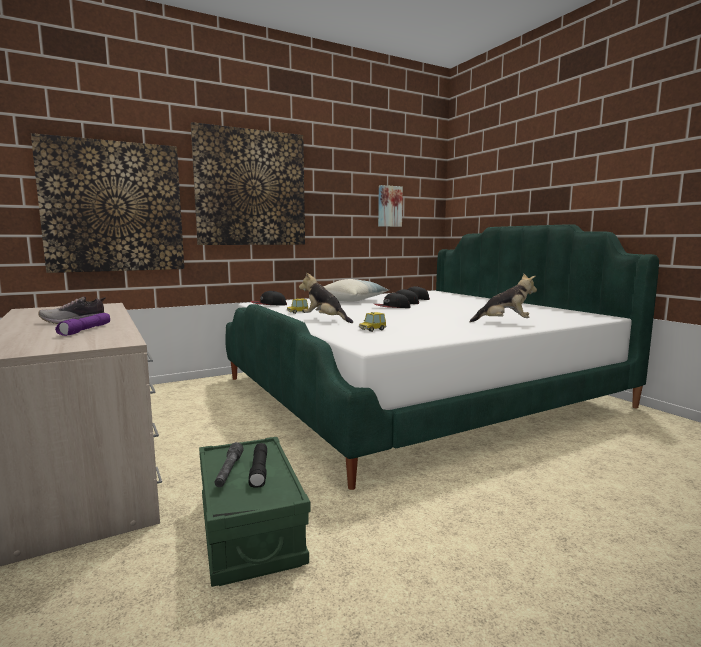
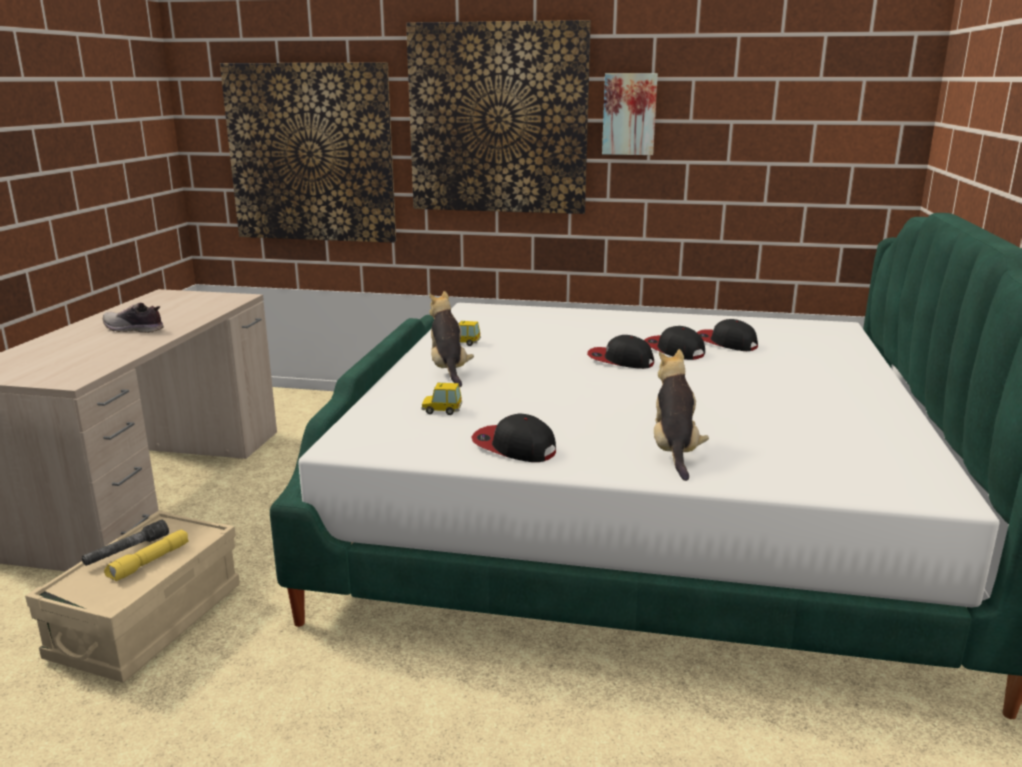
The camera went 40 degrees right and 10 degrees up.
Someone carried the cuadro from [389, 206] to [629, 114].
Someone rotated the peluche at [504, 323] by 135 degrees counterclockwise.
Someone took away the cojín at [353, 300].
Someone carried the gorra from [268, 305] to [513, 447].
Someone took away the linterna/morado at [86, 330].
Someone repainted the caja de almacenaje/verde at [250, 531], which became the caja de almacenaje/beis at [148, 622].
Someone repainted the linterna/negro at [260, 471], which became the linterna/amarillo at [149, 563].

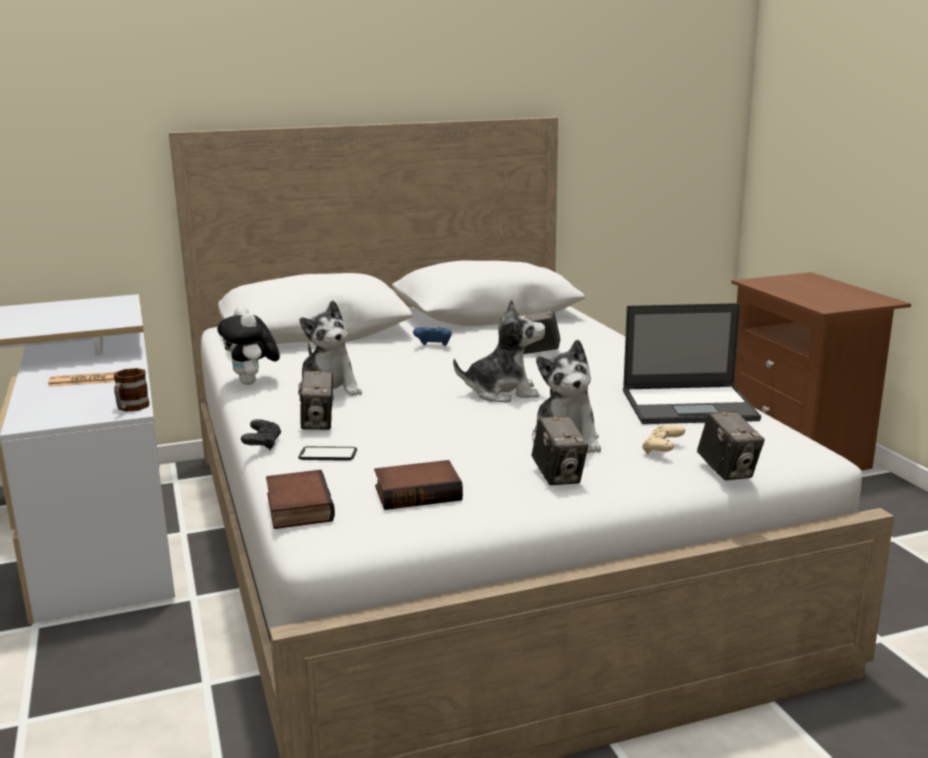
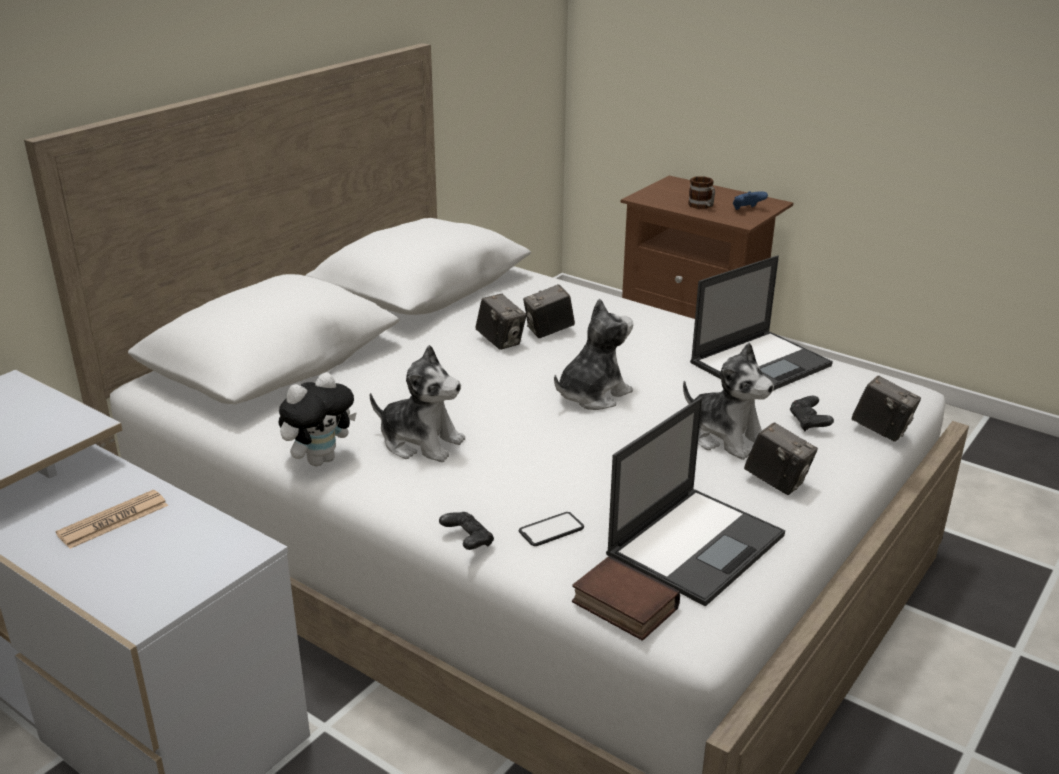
The camera went 35 degrees left and 10 degrees up.
Someone rotated the peluche at [252, 383] by 75 degrees counterclockwise.
Someone carried the mando de consola/azul from [433, 347] to [747, 210].
Someone carried the taza grande from [130, 408] to [702, 206].
Someone carried the cámara from [318, 423] to [500, 341].
Someone repainted the mando de consola/beis at [662, 450], which became the mando de consola/negro at [809, 423].
Someone swapped the libro at [418, 492] for the portátil at [696, 544].

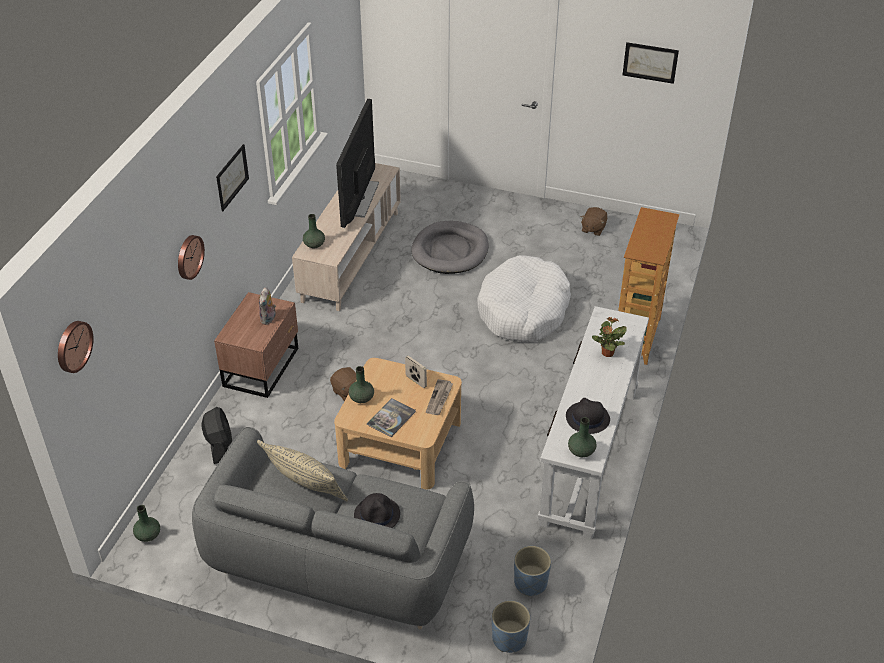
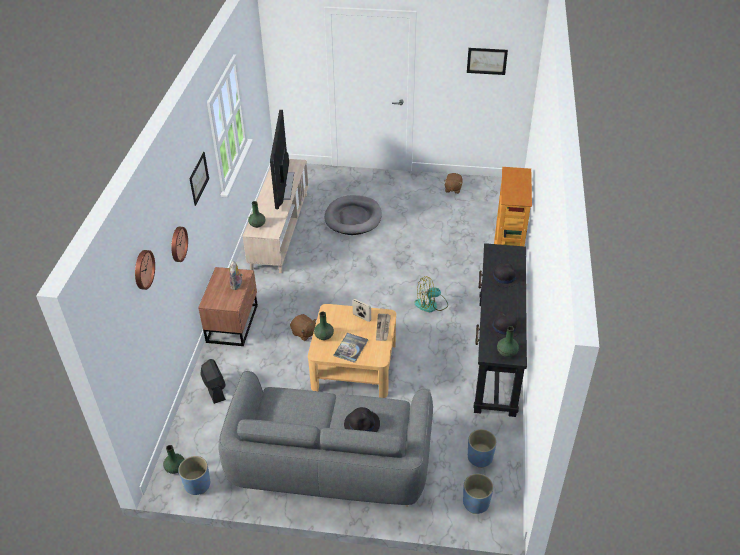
The camera went 10 degrees left and 0 degrees up.
Someone took away the cama para perro/blanco at [523, 311].
Someone repainted the mesa consola/blanco at [589, 456], which became the mesa consola/negro at [496, 355].
Someone swapped the planta en maceta at [607, 353] for the sombrero/negro at [504, 277].
Someone carried the reloj de pared from [73, 346] to [142, 269].
Someone took away the cojín/beis at [305, 486].
Someone put down the ventilador at [431, 304].
Someone put down the maceta/azul at [197, 484].

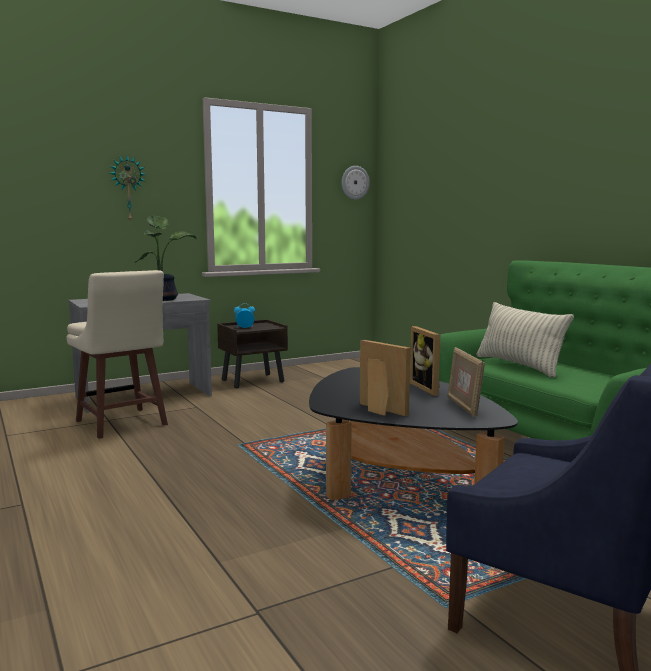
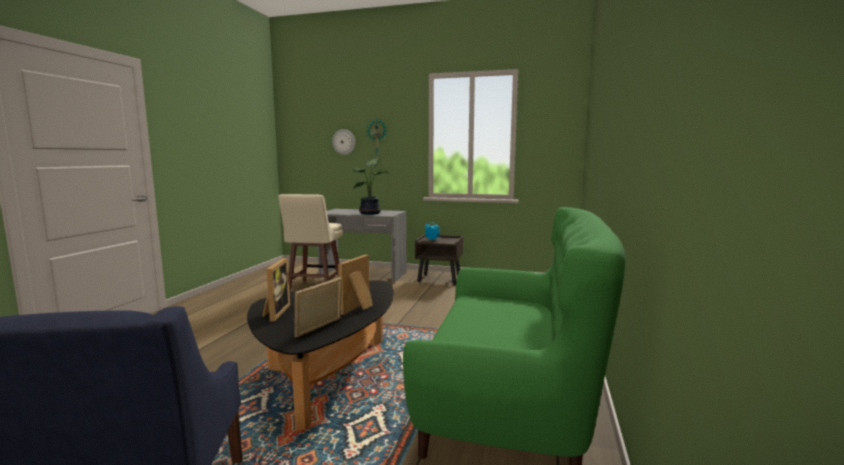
The camera went 45 degrees right and 0 degrees up.
Someone carried the reloj de pared from [355, 182] to [344, 142].
Someone took away the cojín at [519, 365].

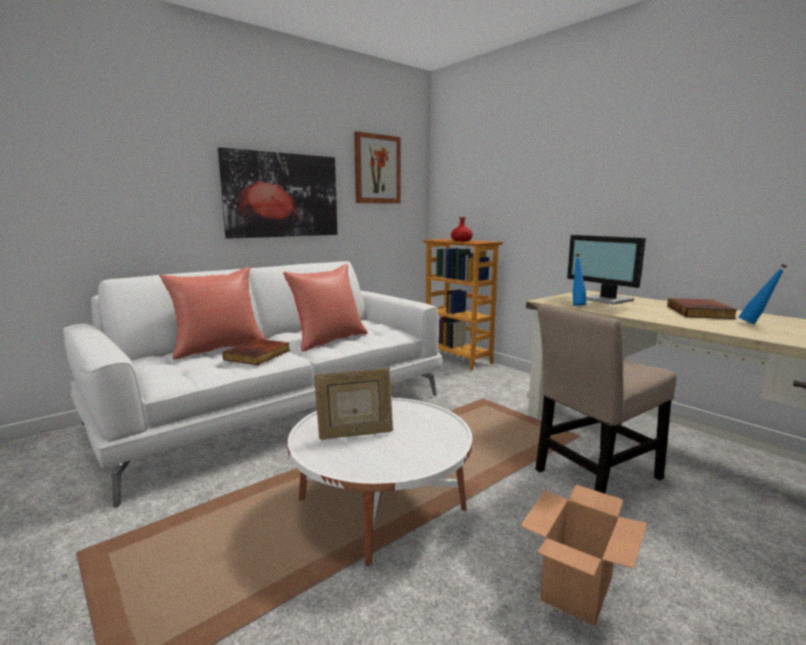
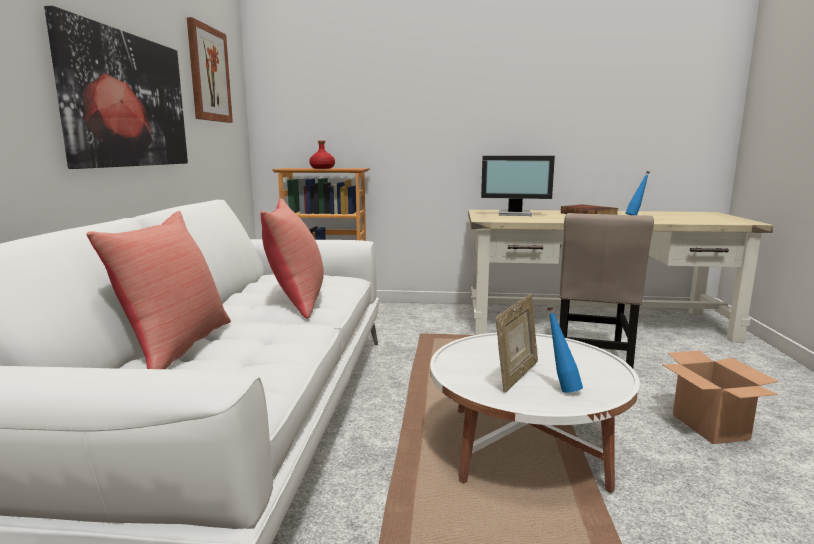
The camera went 45 degrees left and 0 degrees up.
Someone carried the botella/azul from [577, 305] to [561, 388].
Someone took away the libro at [258, 355].

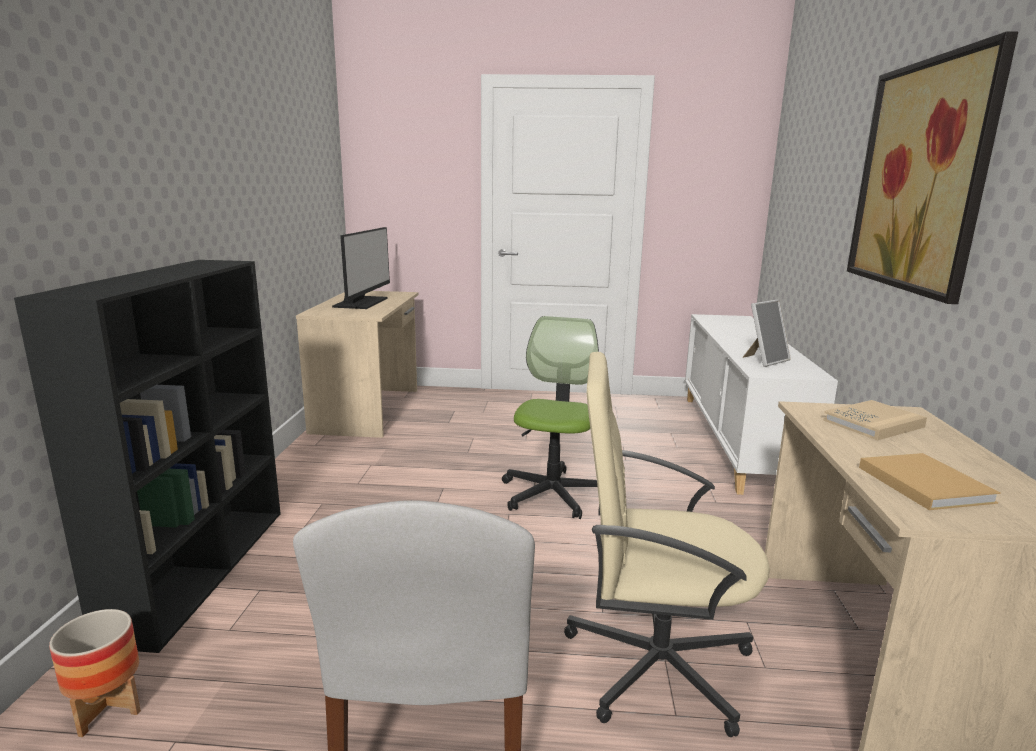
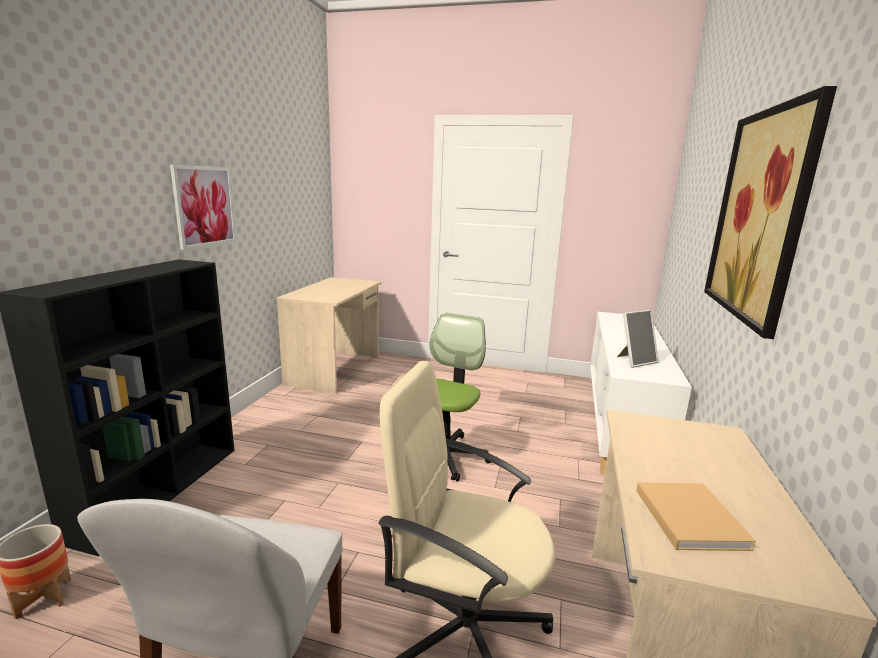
The camera went 10 degrees right and 0 degrees up.
Someone took away the monitor at [362, 302].
Someone took away the libro/beis at [873, 423].
Someone put up the cuadro at [204, 206].

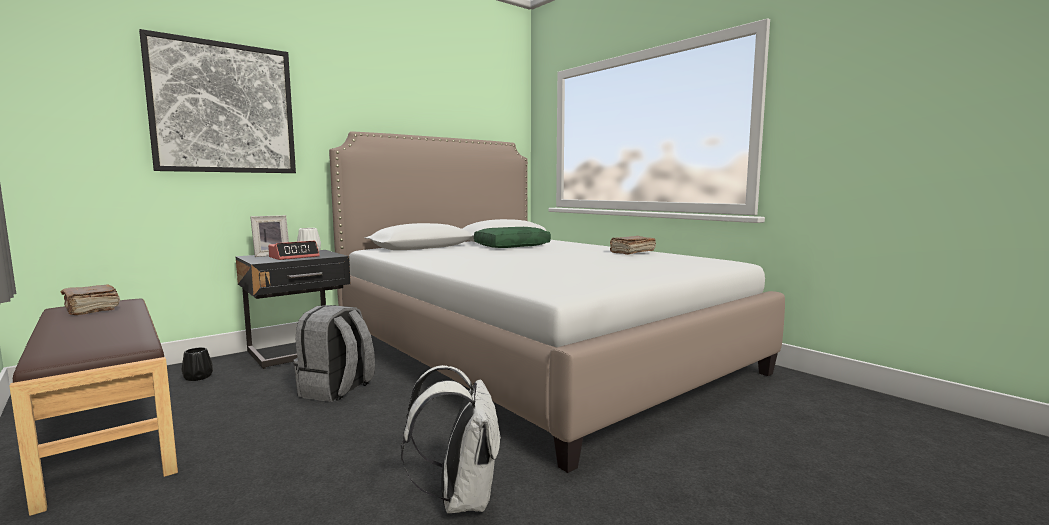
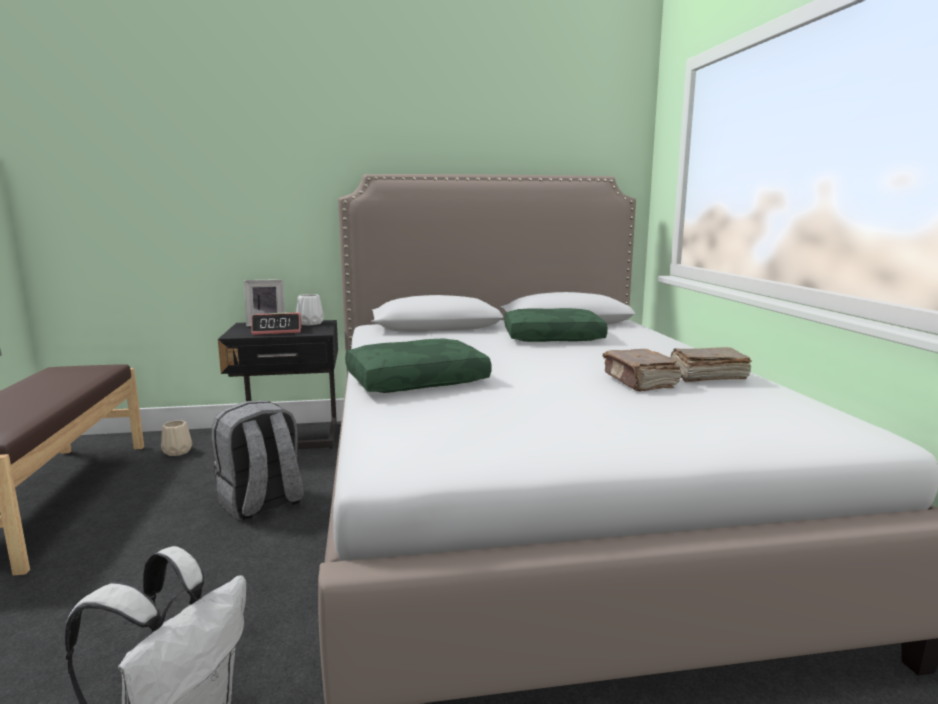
The camera went 30 degrees right and 5 degrees up.
Someone took away the cuadro at [224, 108].
Someone carried the libro/marrón from [91, 309] to [639, 382].
Someone repainted the florero/negro at [197, 377], which became the florero/beis at [176, 452].
Someone put down the cojín/verde at [417, 380].

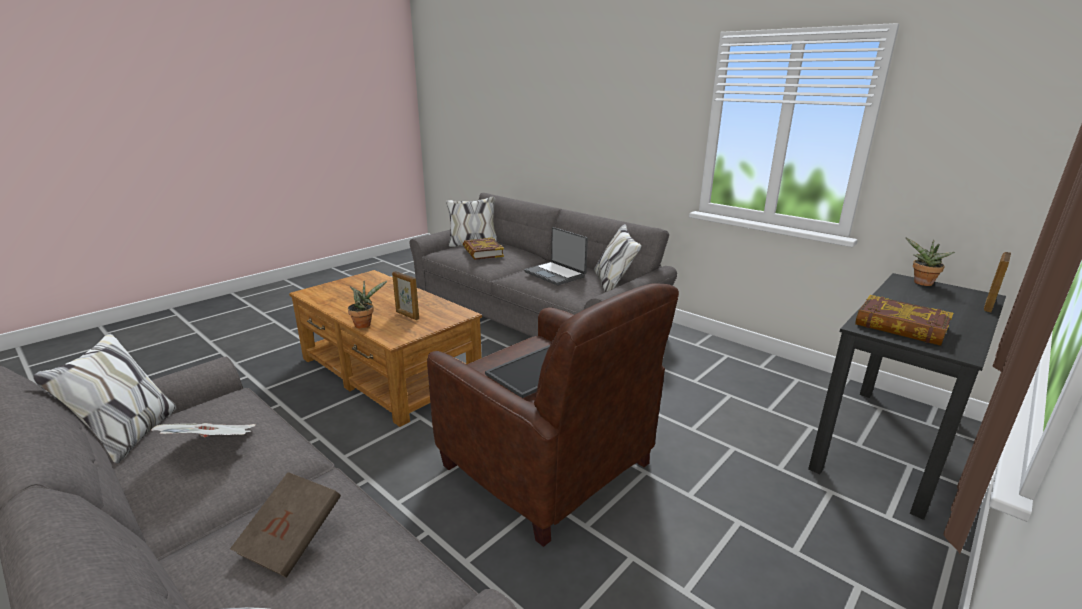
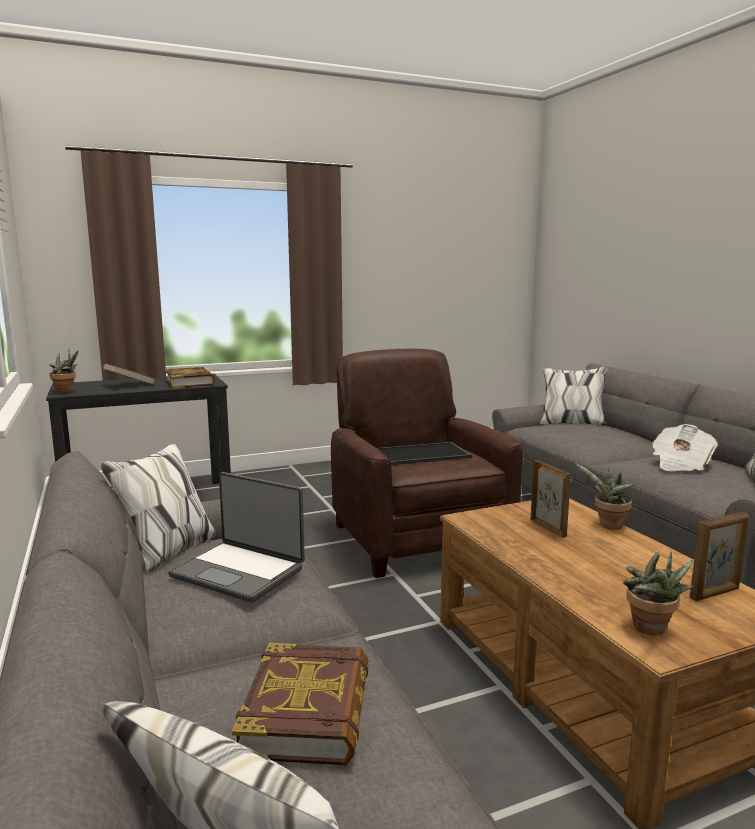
The camera went 155 degrees left and 10 degrees down.
Someone rotated the portátil at [555, 274] by 135 degrees clockwise.
Someone carried the portarretratos from [988, 306] to [715, 594].
Someone carried the libro/marrón from [292, 539] to [129, 385].
Someone put down the planta en maceta at [651, 630].

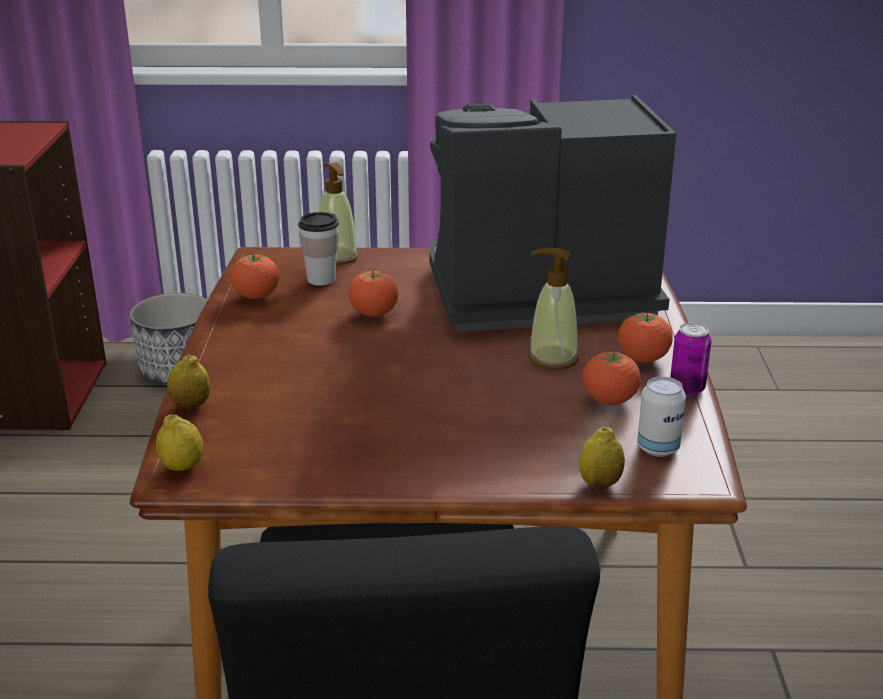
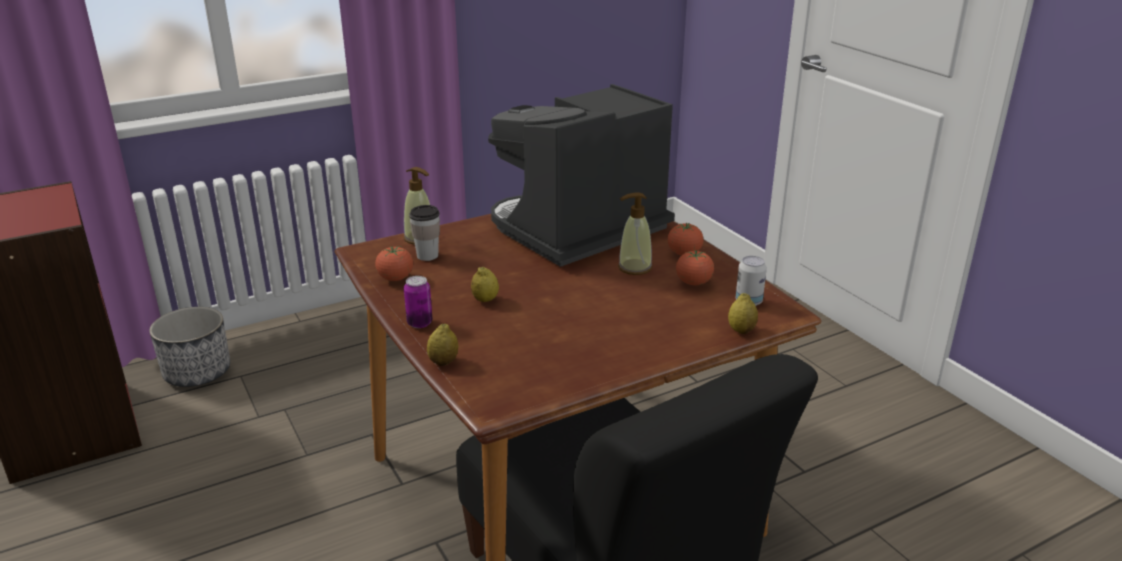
The camera went 30 degrees left and 0 degrees up.
Someone took away the tomate at [374, 314].
Someone carried the lata from [687, 389] to [419, 323].
Someone carried the limón from [182, 467] to [485, 300].

